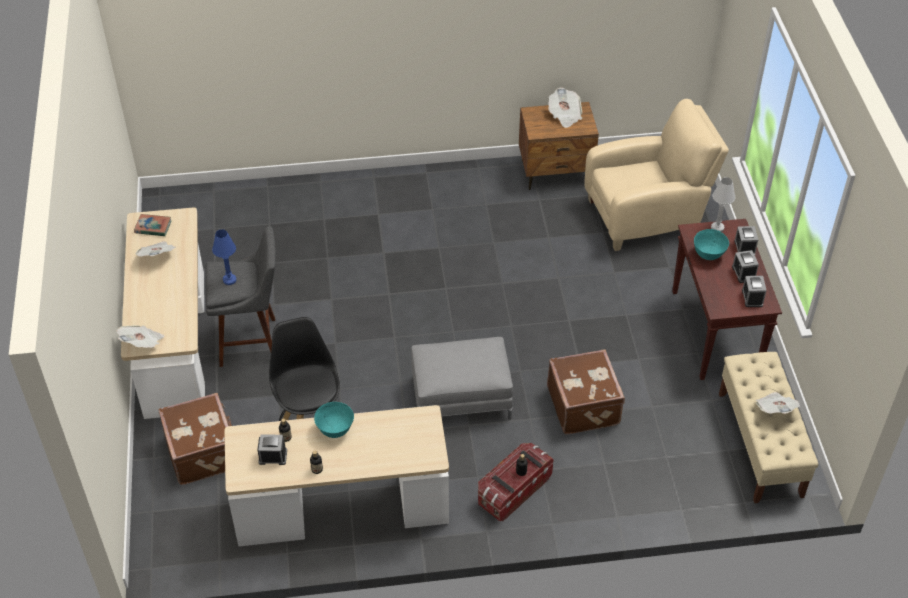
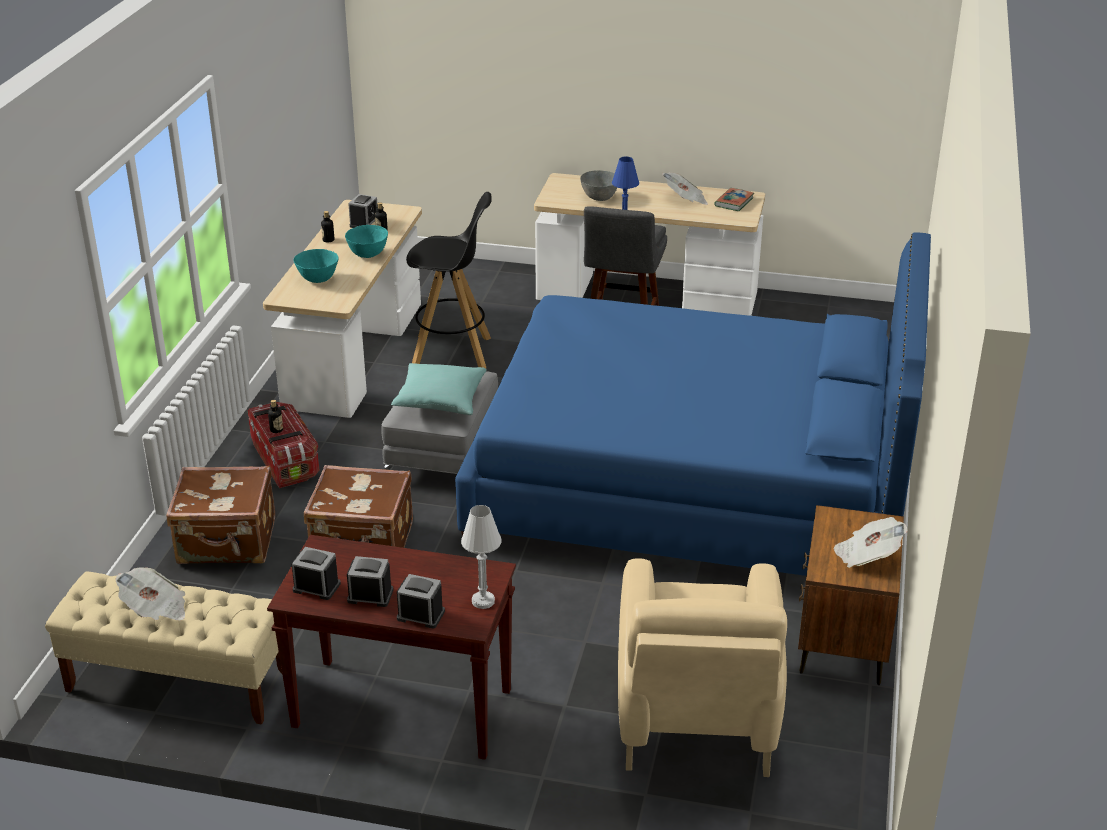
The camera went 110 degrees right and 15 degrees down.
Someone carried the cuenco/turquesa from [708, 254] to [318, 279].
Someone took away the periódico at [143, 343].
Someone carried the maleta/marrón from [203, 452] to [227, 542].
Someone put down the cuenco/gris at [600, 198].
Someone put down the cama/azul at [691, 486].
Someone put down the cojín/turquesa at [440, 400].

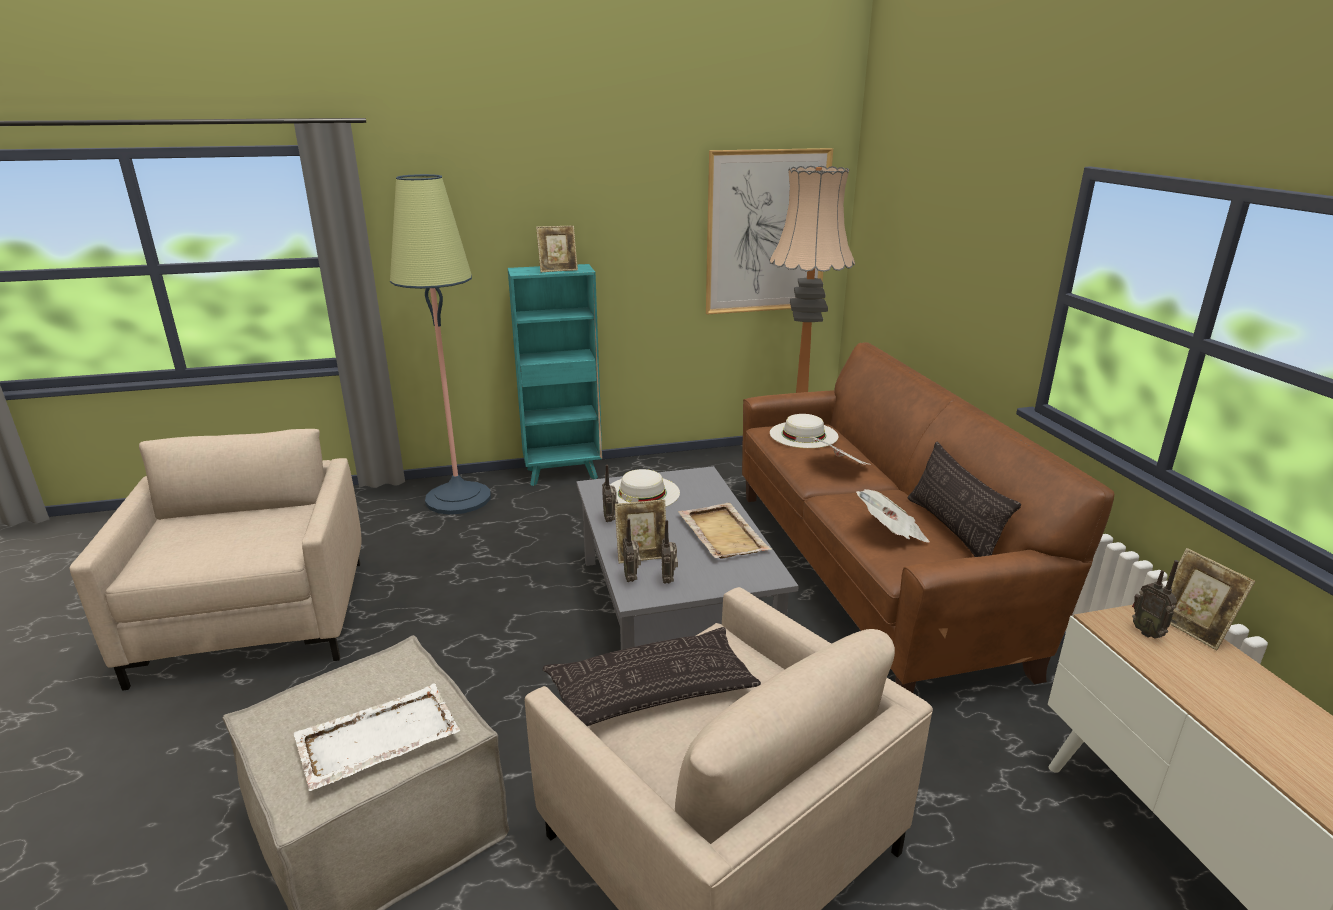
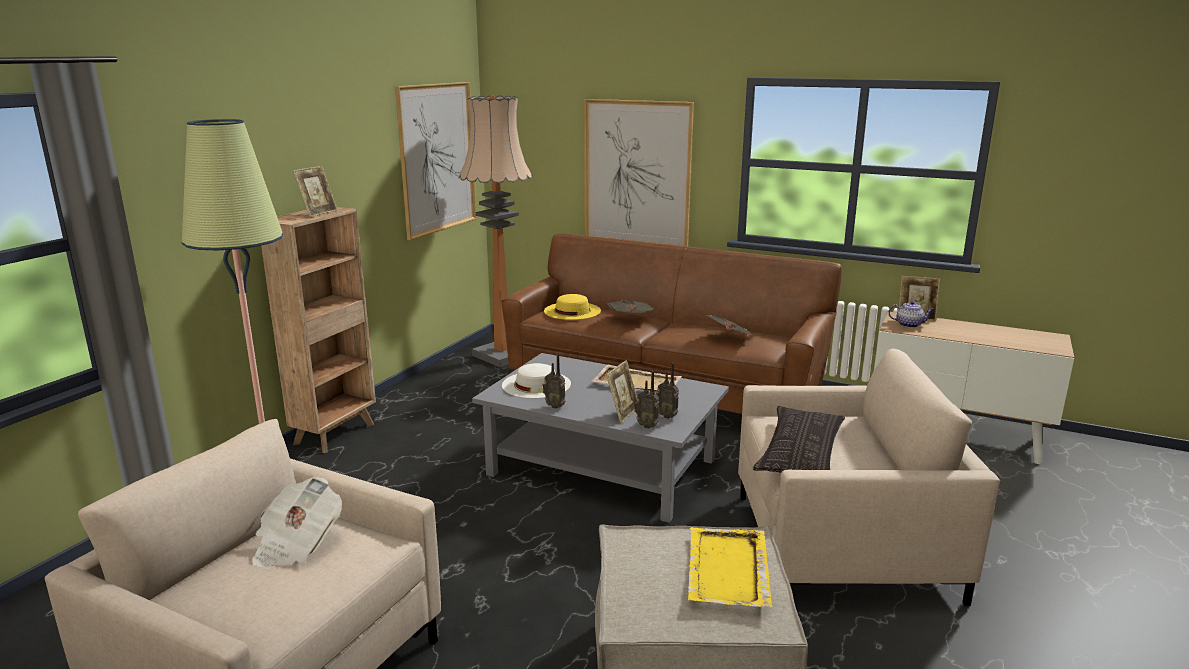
The camera went 50 degrees left and 5 degrees down.
Someone repainted the estantería/turquesa at [563, 474], which became the estantería/marrón at [336, 433].
Someone repainted the sombrero/blanco at [803, 434], which became the sombrero/amarillo at [572, 311].
Someone took away the cojín at [952, 531].
Someone swapped the radio at [1147, 632] for the tetera at [909, 325].
Someone repainted the bandeja/blanco at [376, 738], which became the bandeja/amarillo at [727, 570].
Someone put up the cuadro at [637, 174].
Someone put down the periódico at [297, 544].

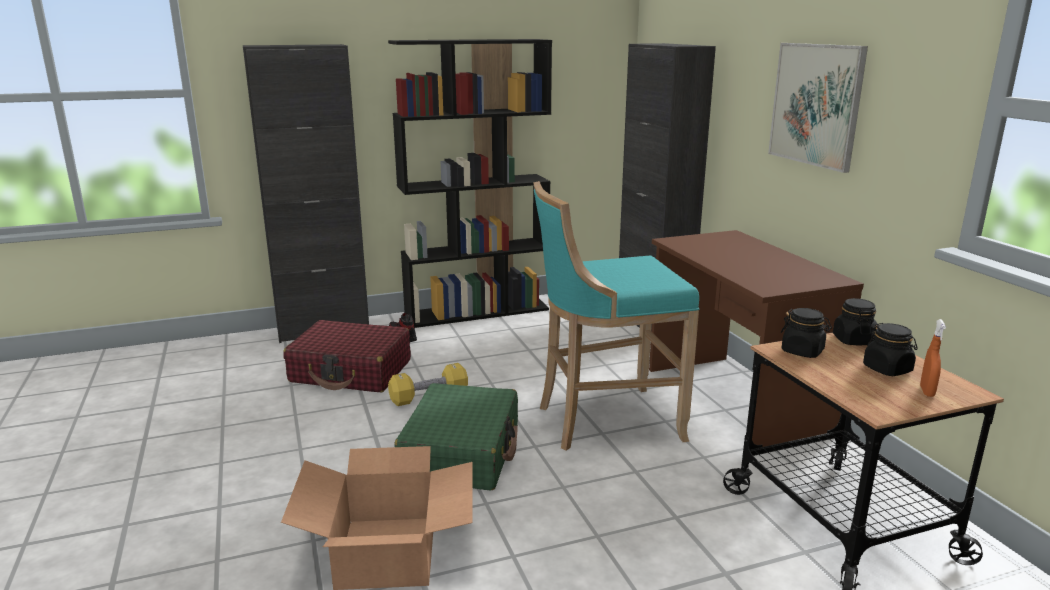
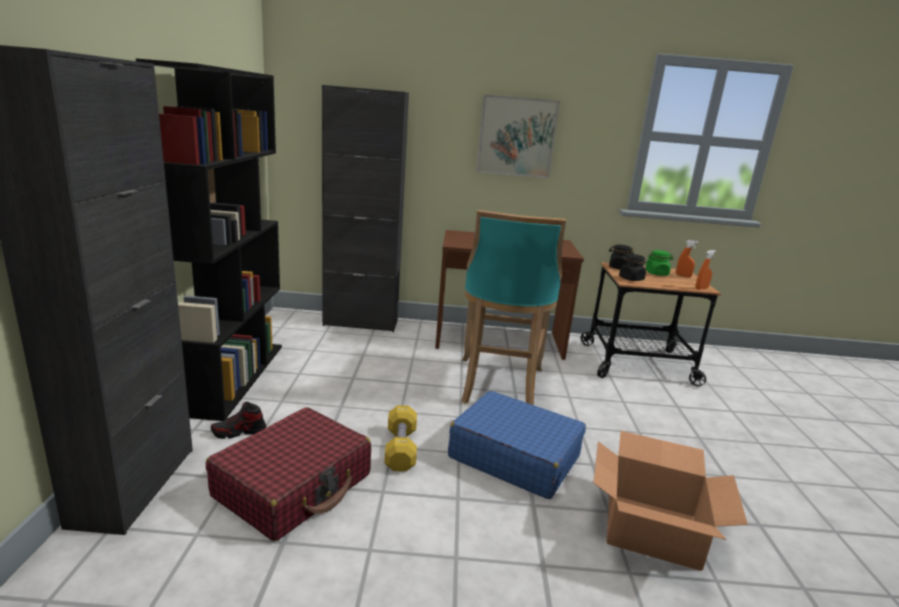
The camera went 70 degrees left and 0 degrees up.
Someone repainted the tarro/negro at [887, 369], which became the tarro/verde at [656, 273].
Someone repainted the maleta/verde at [461, 452], which became the maleta/azul at [514, 456].
Someone put down the pulverizador/naranja at [701, 288].

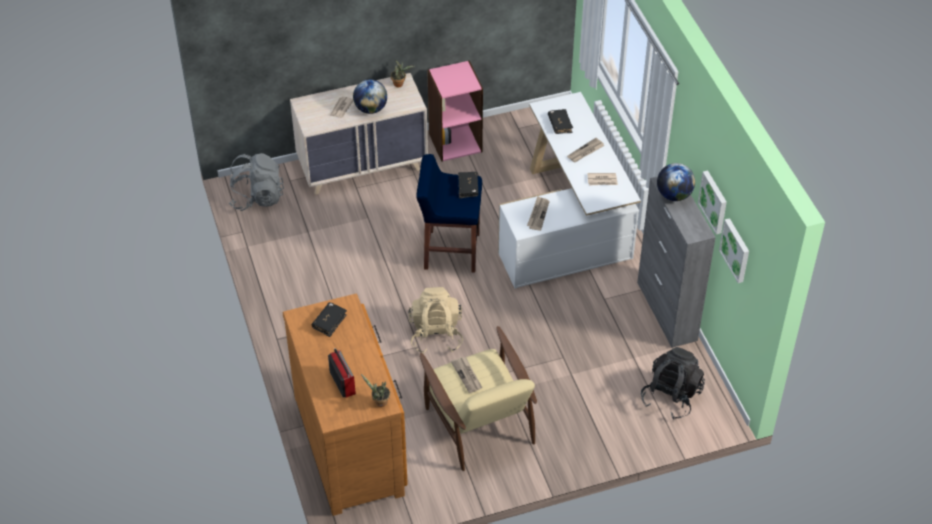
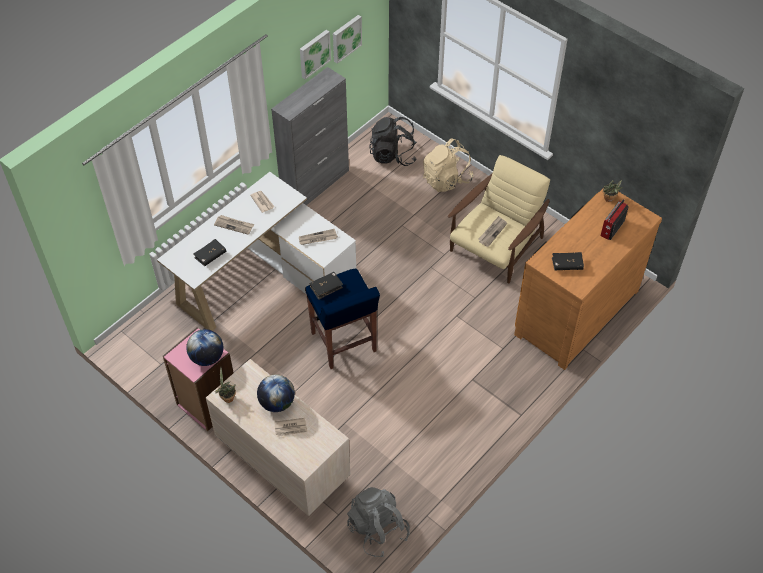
The camera went 120 degrees left and 5 degrees up.
Someone carried the globo terráqueo from [674, 195] to [207, 357].
Someone carried the mochila/beis from [436, 335] to [446, 179].

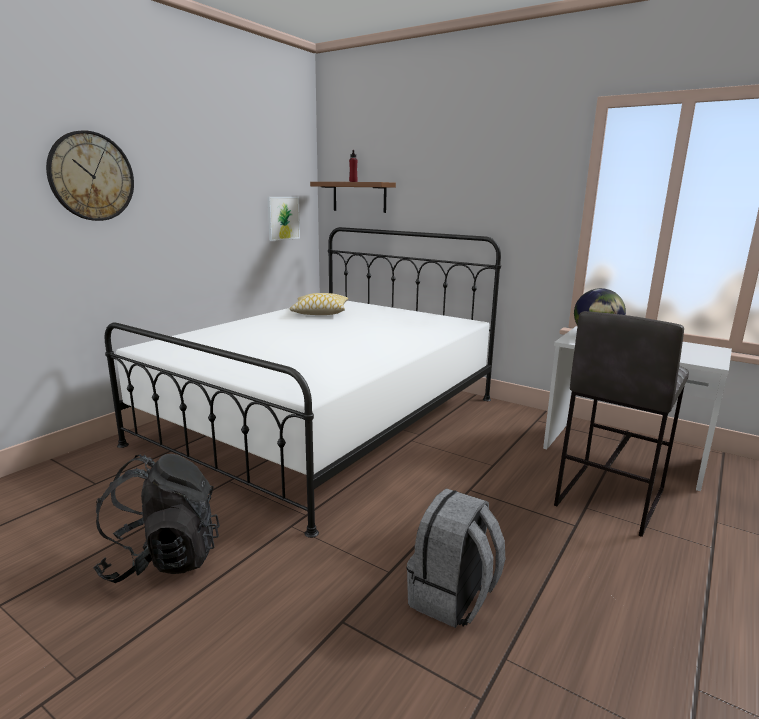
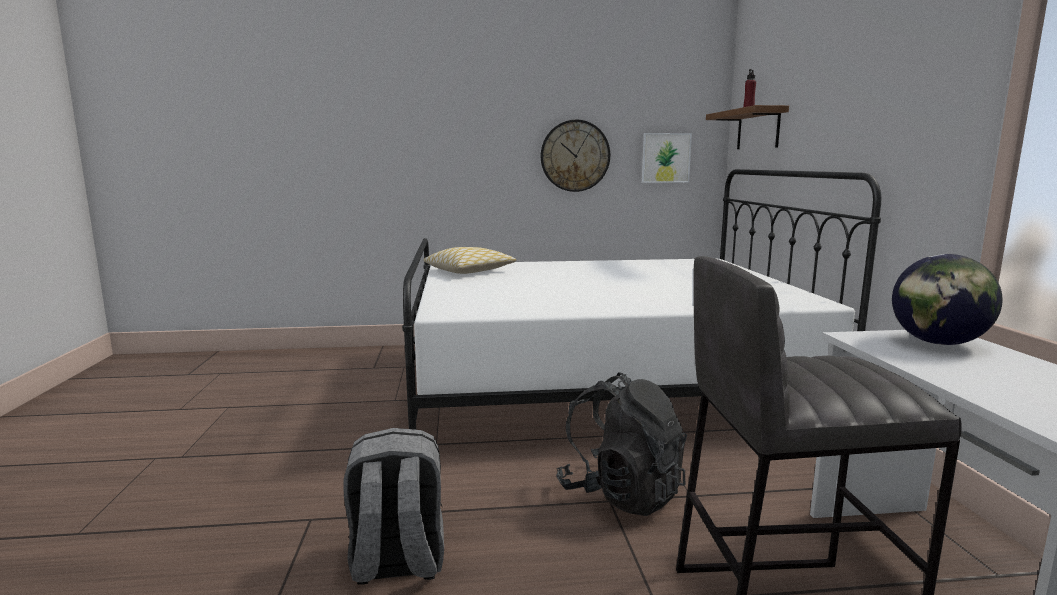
The camera went 50 degrees right and 5 degrees down.
Someone carried the reloj de pared from [91, 176] to [575, 156].
Someone carried the cojín from [320, 312] to [469, 271].
Someone carried the mochila/negro from [163, 559] to [621, 494].

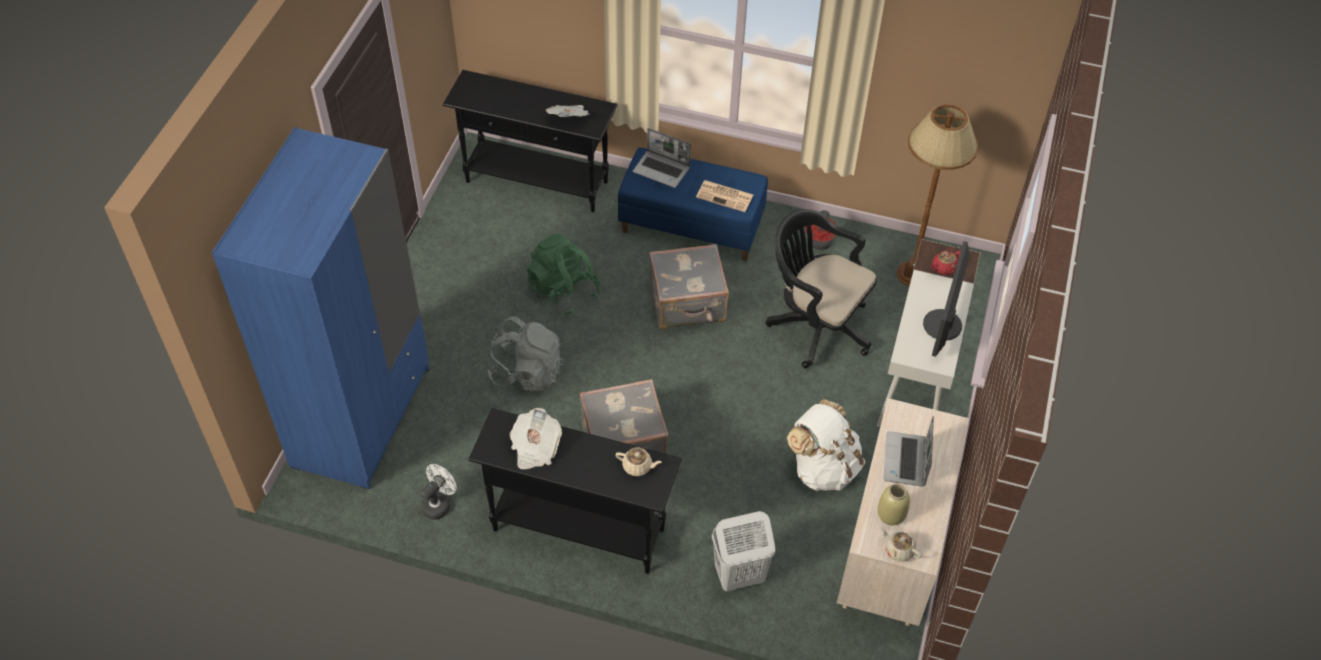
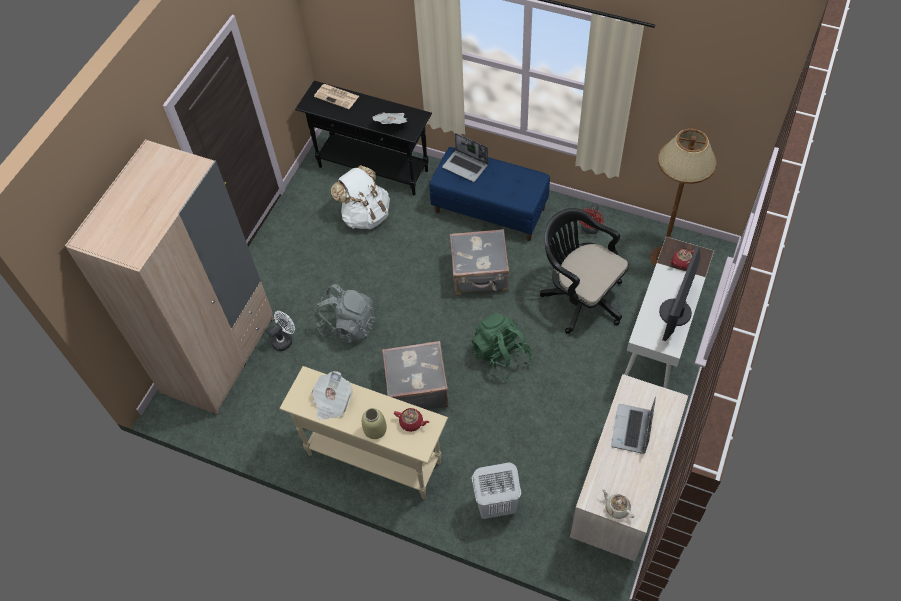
The camera went 10 degrees right and 5 degrees up.
Someone repainted the armario ropero/azul at [362, 417], which became the armario ropero/beis at [219, 355].
Someone carried the periódico from [725, 196] to [337, 96].
Someone carried the mochila/verde from [563, 291] to [501, 356].
Someone carried the mochila/blanco from [823, 467] to [365, 215].
Someone repainted the mesa consola/negro at [578, 529], which became the mesa consola/beis at [374, 457].
Someone repainted the tetera/beis at [638, 466], which became the tetera/rojo at [412, 422].
Someone carried the ventilador/blanco from [439, 504] to [284, 340].
Someone carried the florero/beis from [890, 514] to [375, 430].

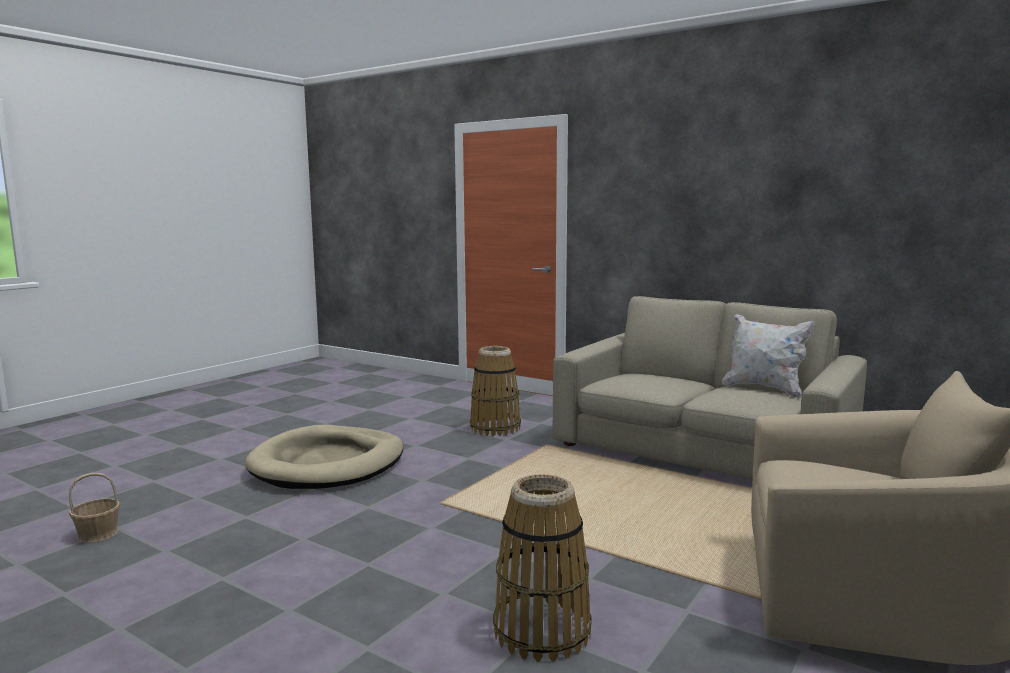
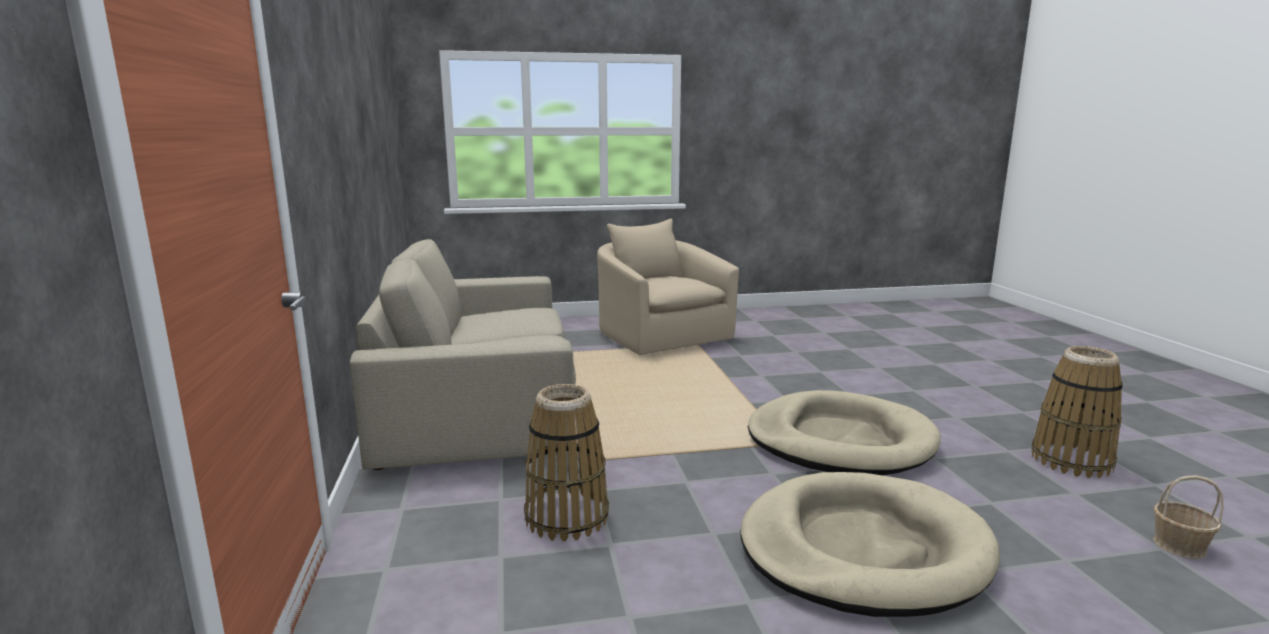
The camera went 135 degrees left and 5 degrees up.
Someone took away the cojín/blanco at [764, 389].
Someone carried the cesta from [542, 631] to [1071, 460].
Someone put down the cama para perro/beis at [839, 441].

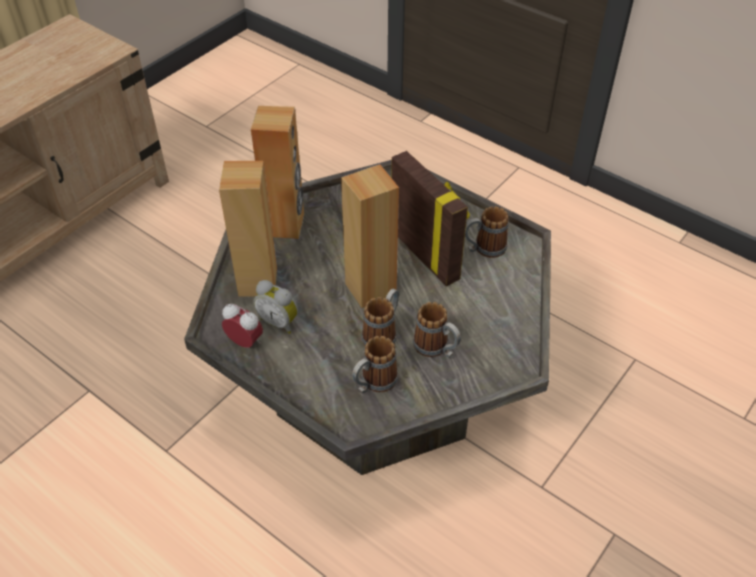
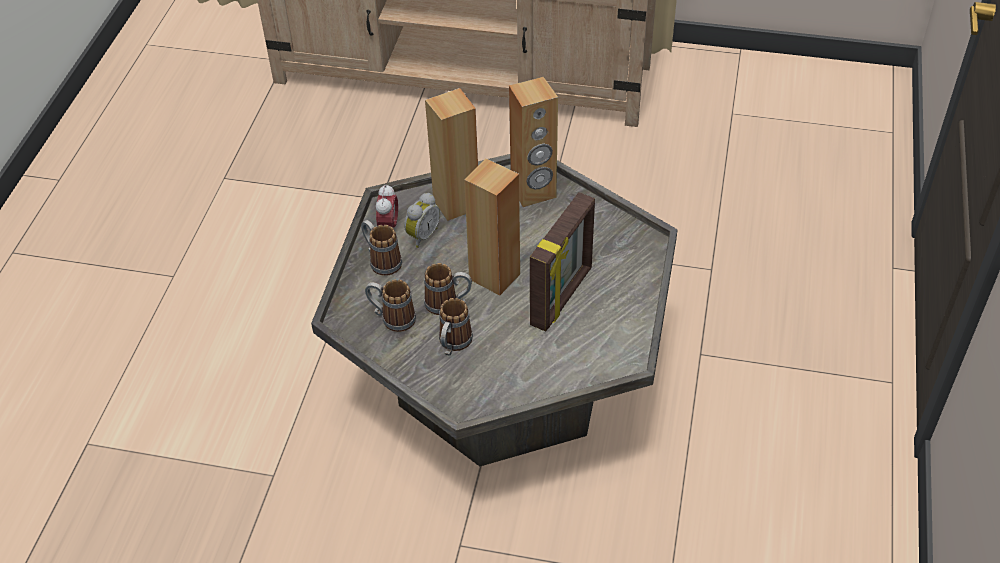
The camera went 65 degrees right and 0 degrees up.
Someone carried the taza grande from [483, 249] to [381, 261].
Someone rotated the despertador at [279, 322] by 150 degrees counterclockwise.

